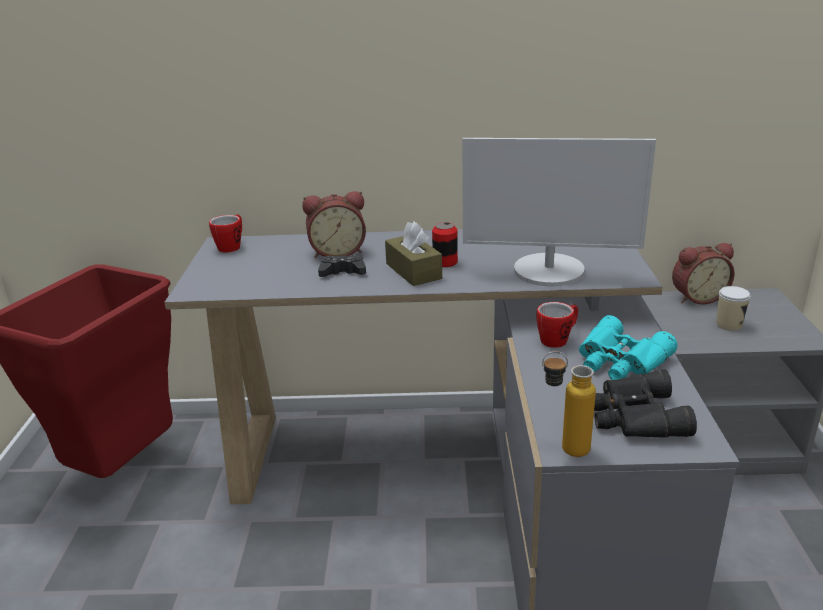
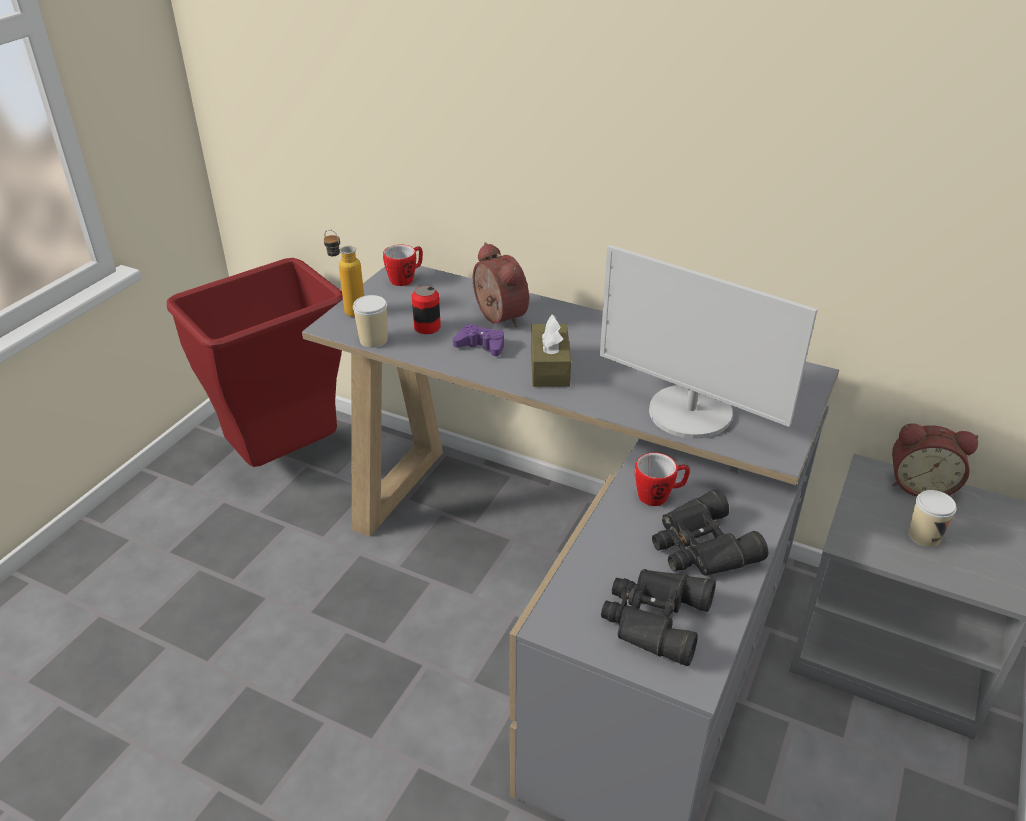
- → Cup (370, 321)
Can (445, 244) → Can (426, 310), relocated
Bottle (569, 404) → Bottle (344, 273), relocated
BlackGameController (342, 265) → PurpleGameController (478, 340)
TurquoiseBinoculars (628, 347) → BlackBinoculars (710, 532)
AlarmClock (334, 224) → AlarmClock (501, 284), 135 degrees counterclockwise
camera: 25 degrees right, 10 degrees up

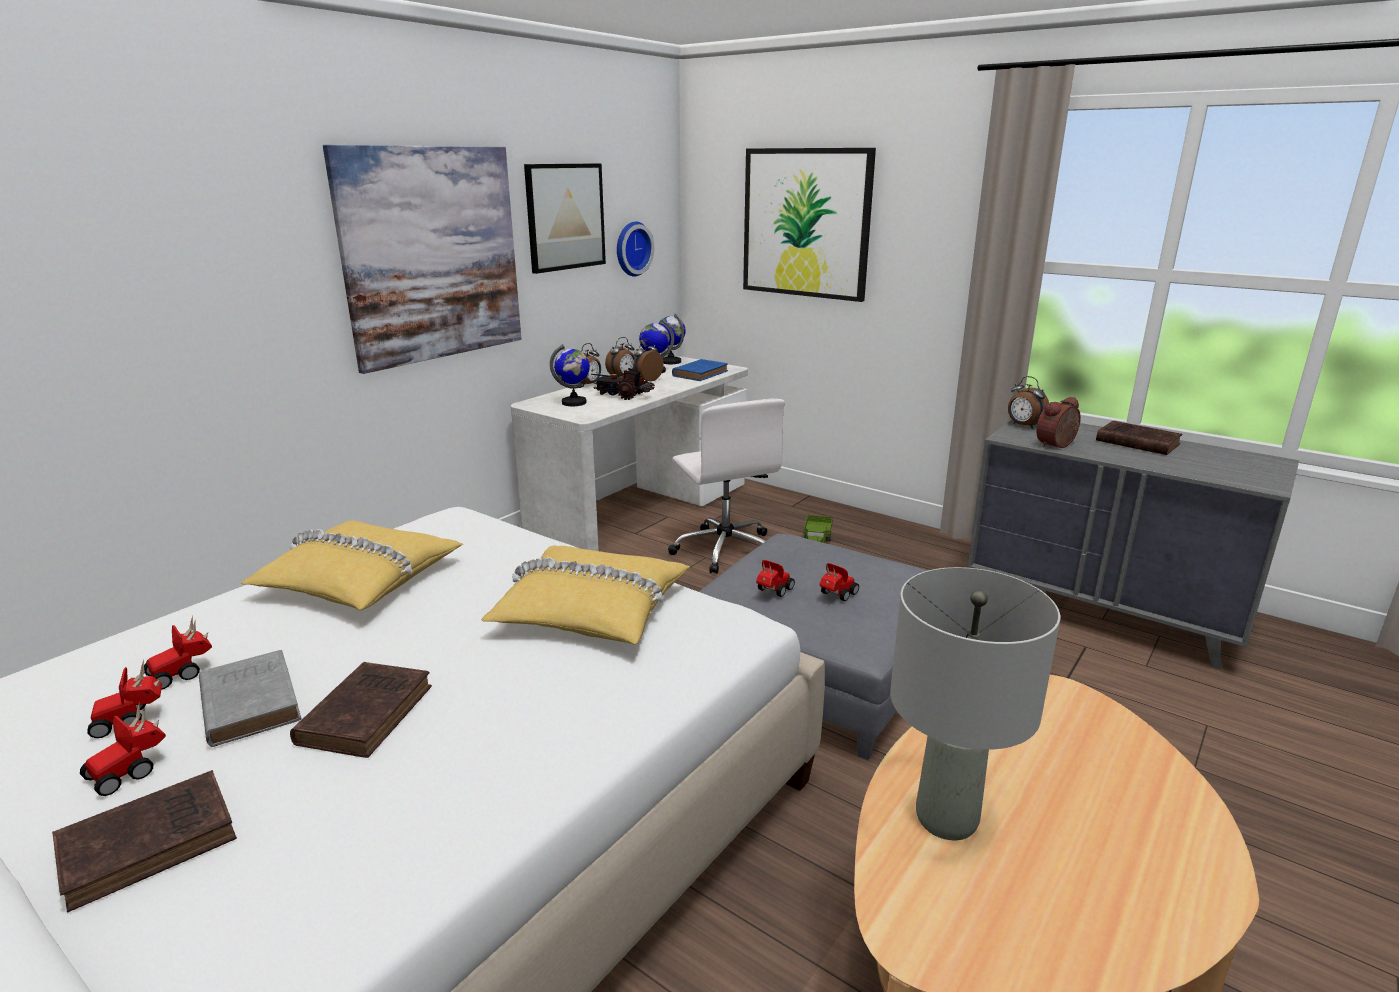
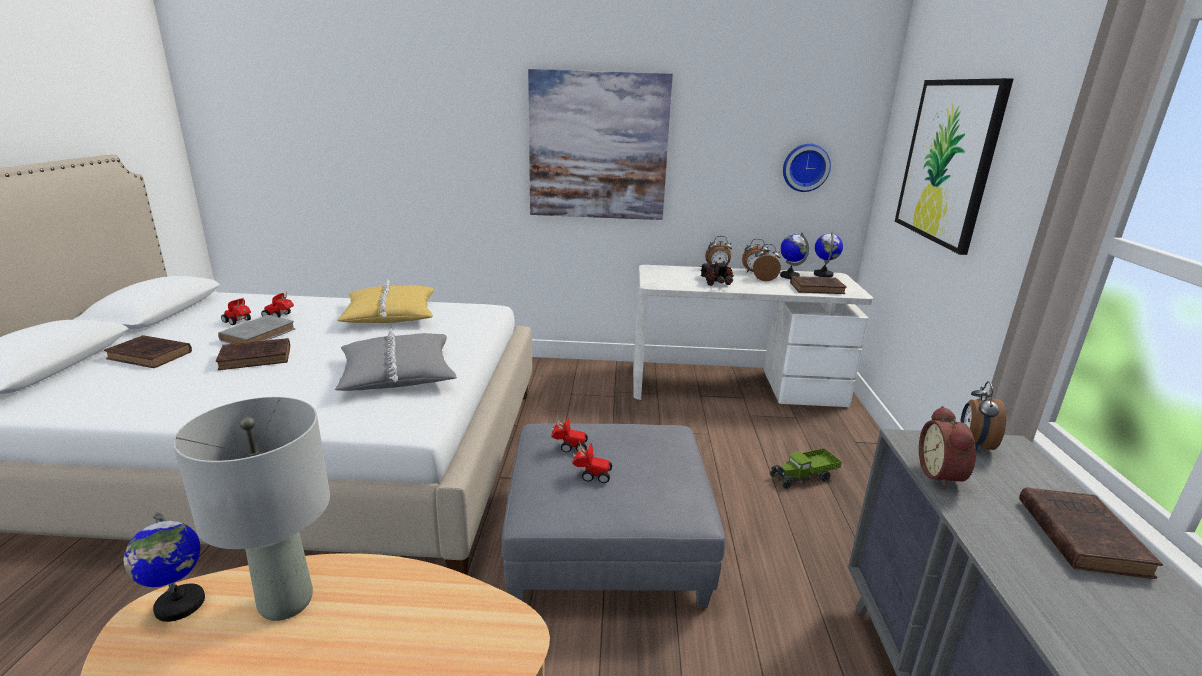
ToyCar (123, 748) → -
Picture (565, 218) → -
WhiteOfficeChair (726, 486) → -
Globe (570, 375) → Globe (164, 567), relocated
YellowPillow (586, 595) → GreyPillow (396, 360)
BlueBook (700, 370) → BrownBook (818, 285)
AlarmClock (1058, 422) → AlarmClock (947, 447), 105 degrees counterclockwise
camera: 55 degrees right, 0 degrees up

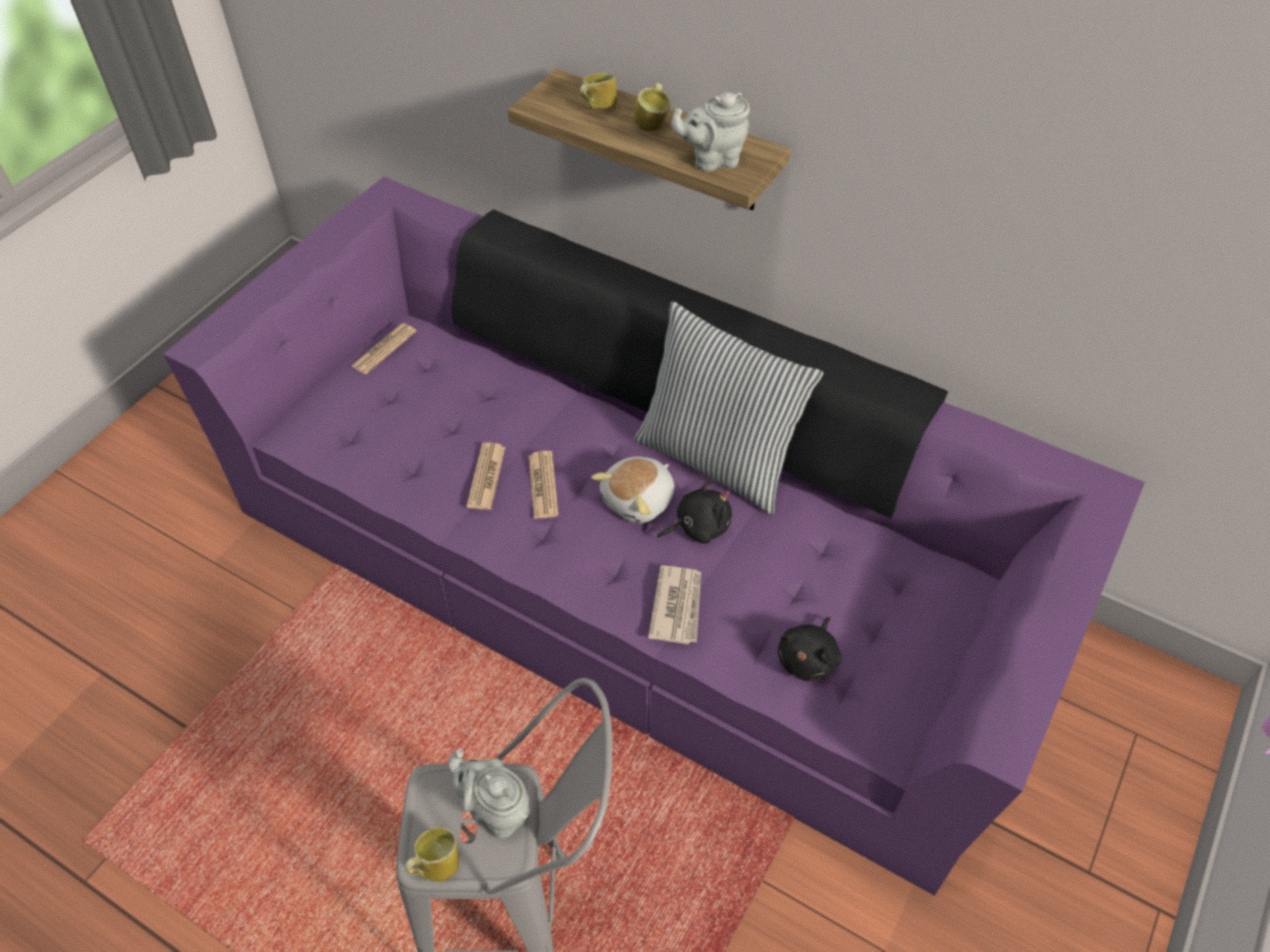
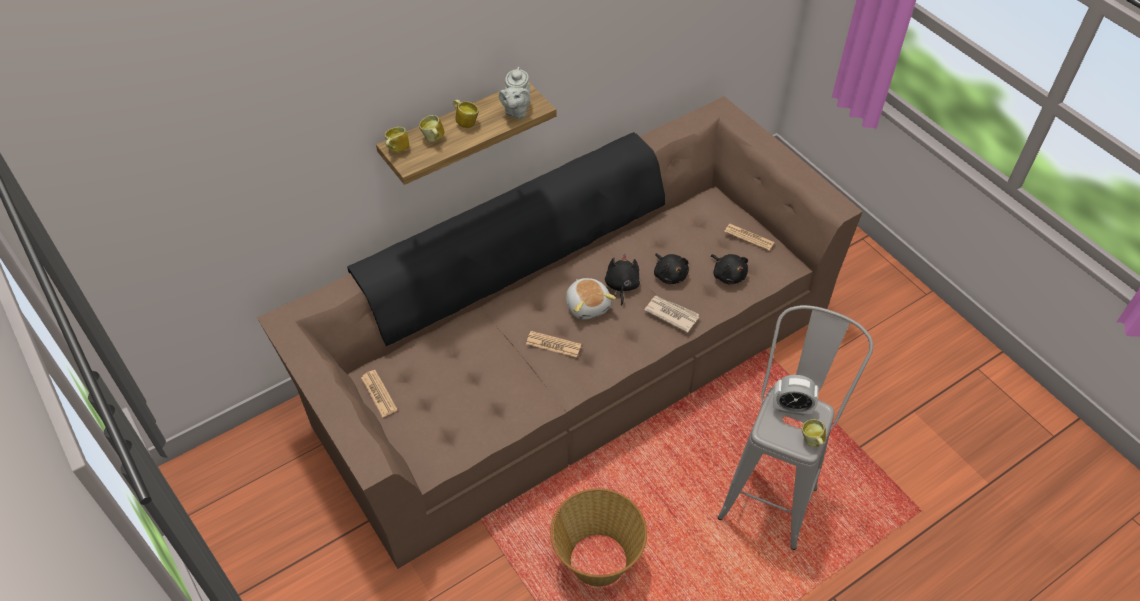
Pillow (728, 408) → -
- → Mug (397, 140)
- → Basket (598, 537)
- → BlackPlushToy (671, 268)
Newspaper (486, 476) → Newspaper (749, 237), relocated
GreyTeapot (489, 794) → AlarmClock (796, 395)
PurpleSofa (654, 536) → BrownSofa (560, 332)
camera: 65 degrees left, 0 degrees up

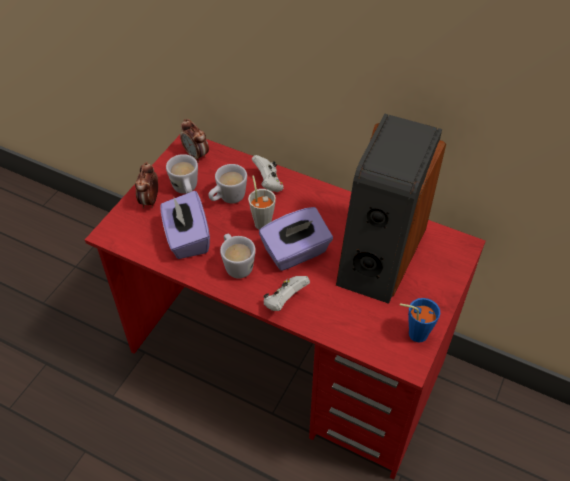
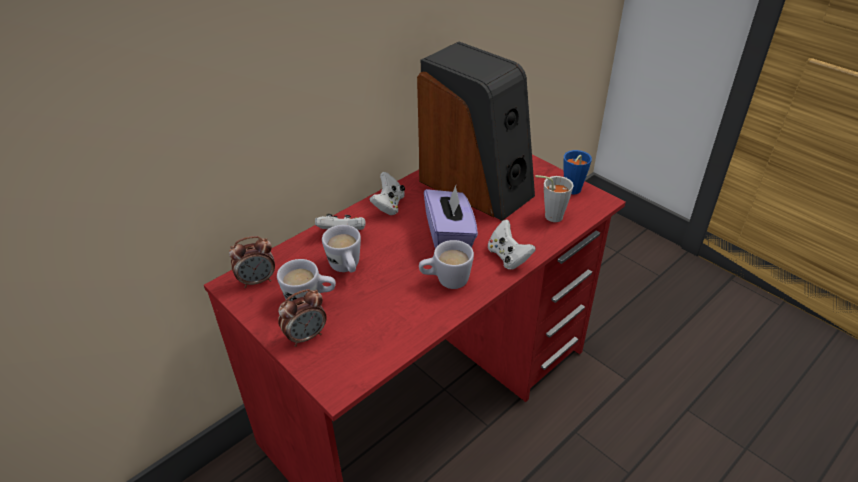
PurpleTissueBox (185, 225) → -
- → WhiteGameController (387, 193)
GreyCup (262, 202) → GreyCup (554, 198), relocated
AlarmClock (146, 185) → AlarmClock (302, 318), 60 degrees counterclockwise
camera: 70 degrees left, 10 degrees down

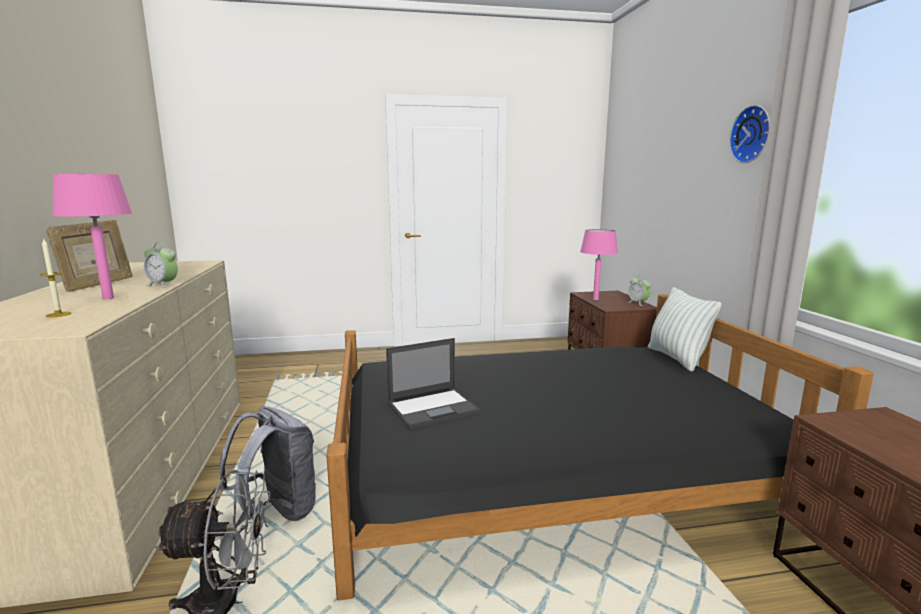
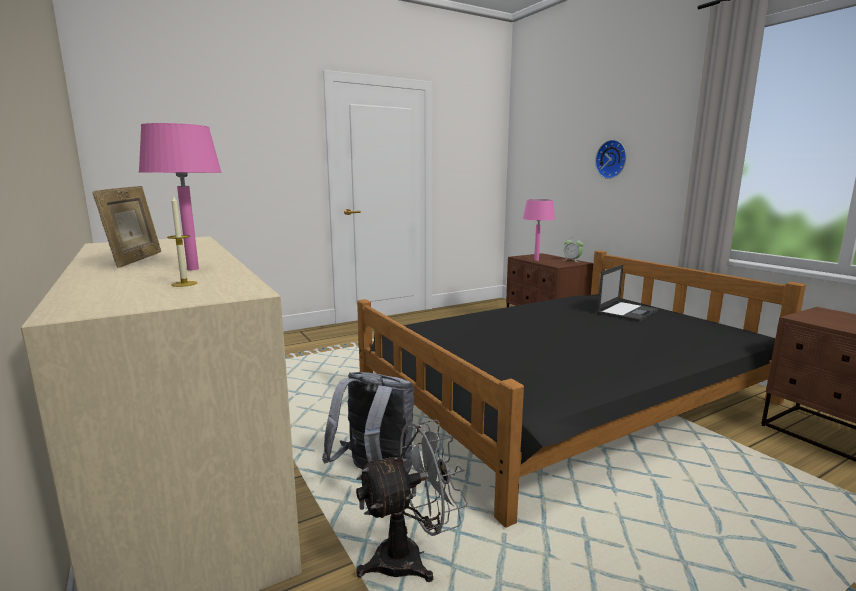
AlarmClock (161, 265) → -
Pillow (685, 329) → -
Laptop (433, 383) → Laptop (628, 293), relocated
WallClock (749, 134) → WallClock (610, 159), relocated
camera: 20 degrees left, 0 degrees up

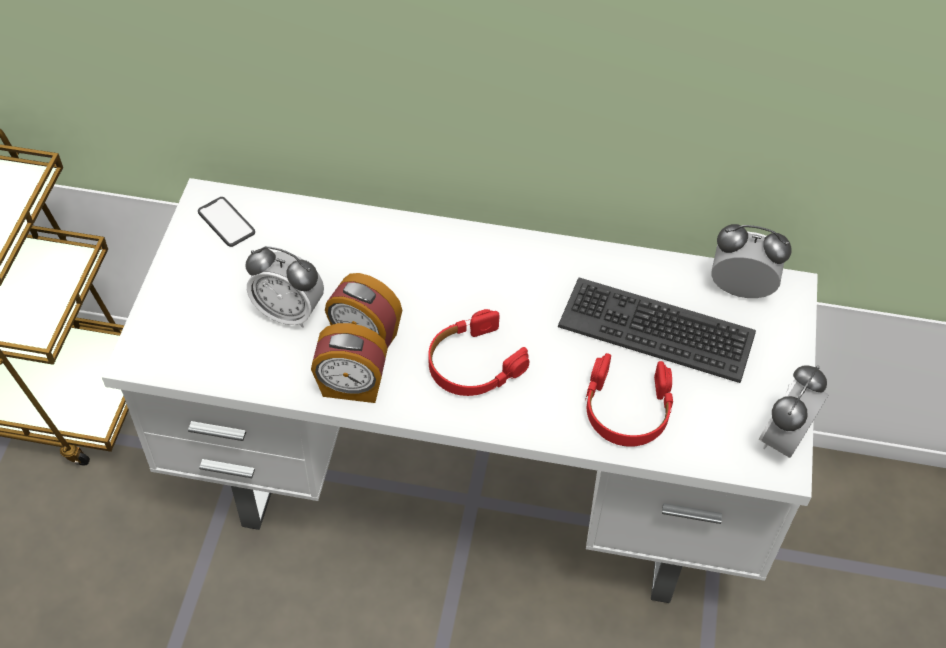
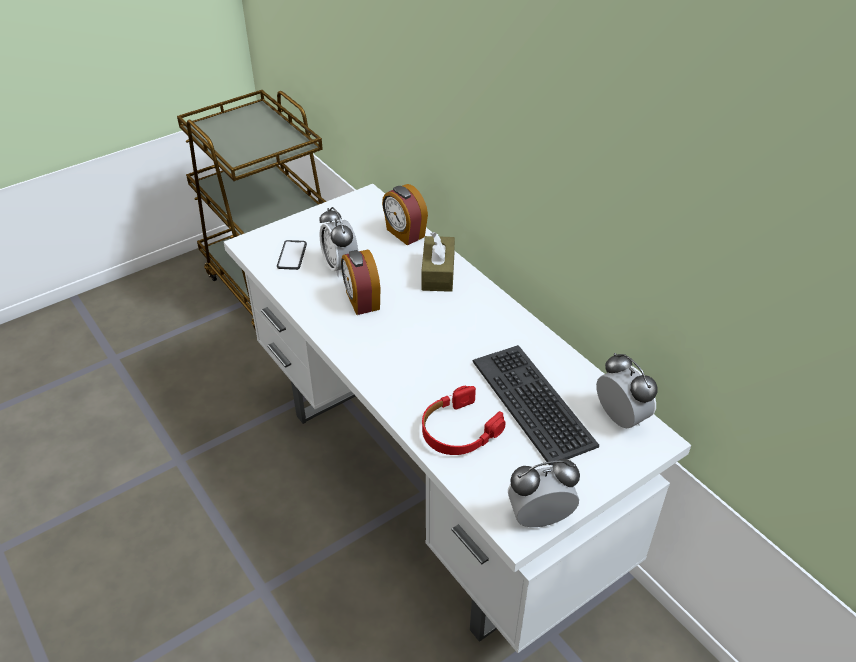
RedHeadphones (479, 352) → -
- → BrownTissueBox (438, 262)
Phone (226, 222) → Phone (292, 255), relocated
AlarmClock (349, 363) → AlarmClock (405, 214), relocated
camera: 45 degrees right, 10 degrees down

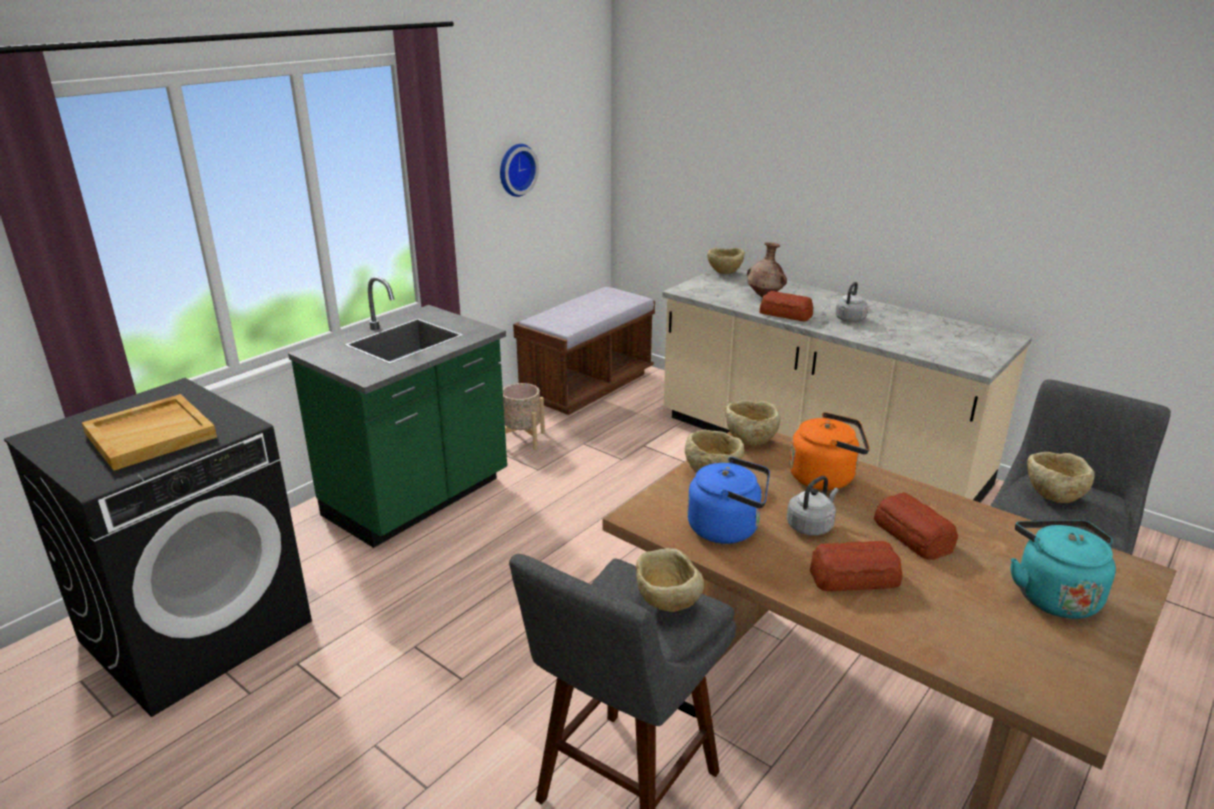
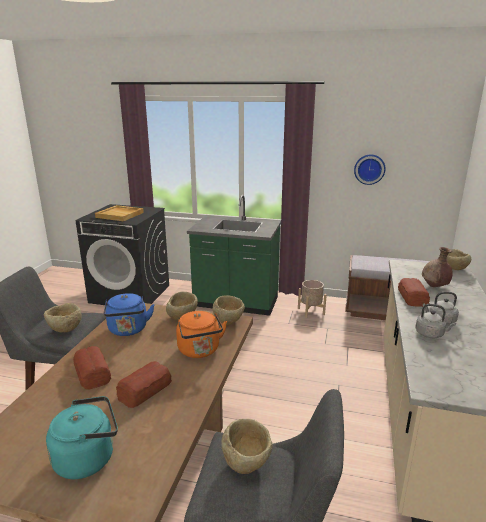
GreyKettle (813, 506) → GreyKettle (435, 321), relocated
camera: 65 degrees right, 5 degrees down

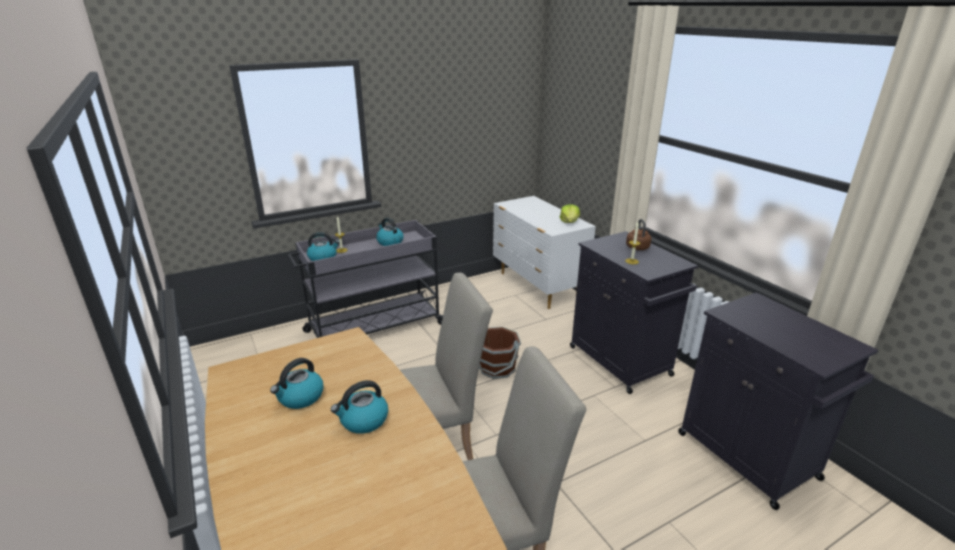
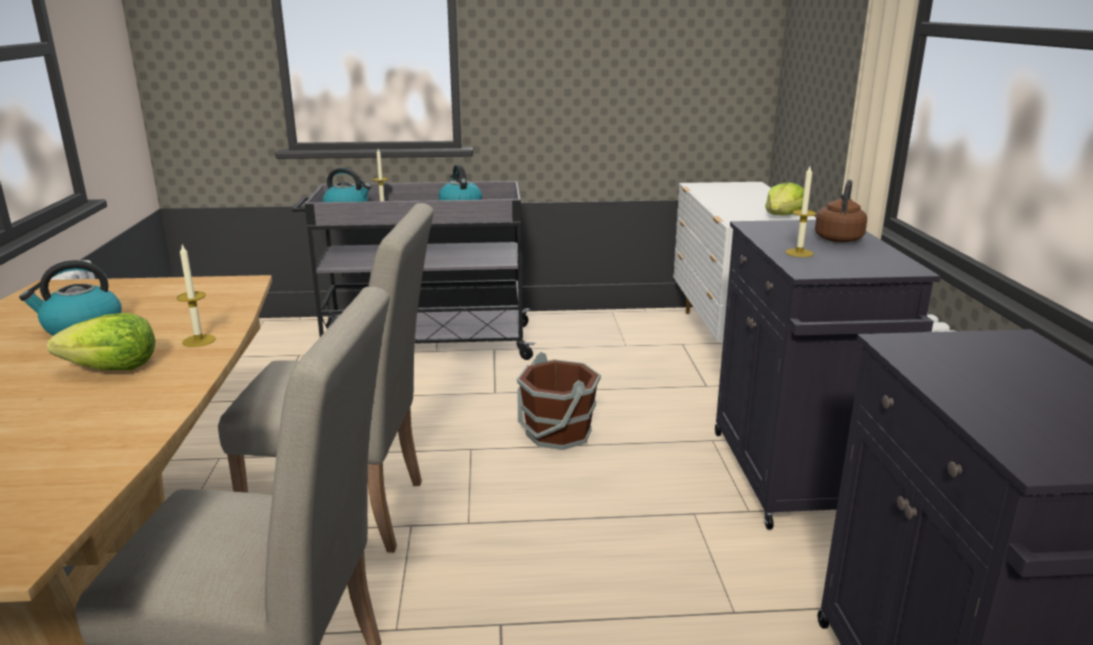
- → Candle (196, 295)
Kettle (359, 407) → Lettuce (101, 341)
camera: 25 degrees right, 5 degrees down

